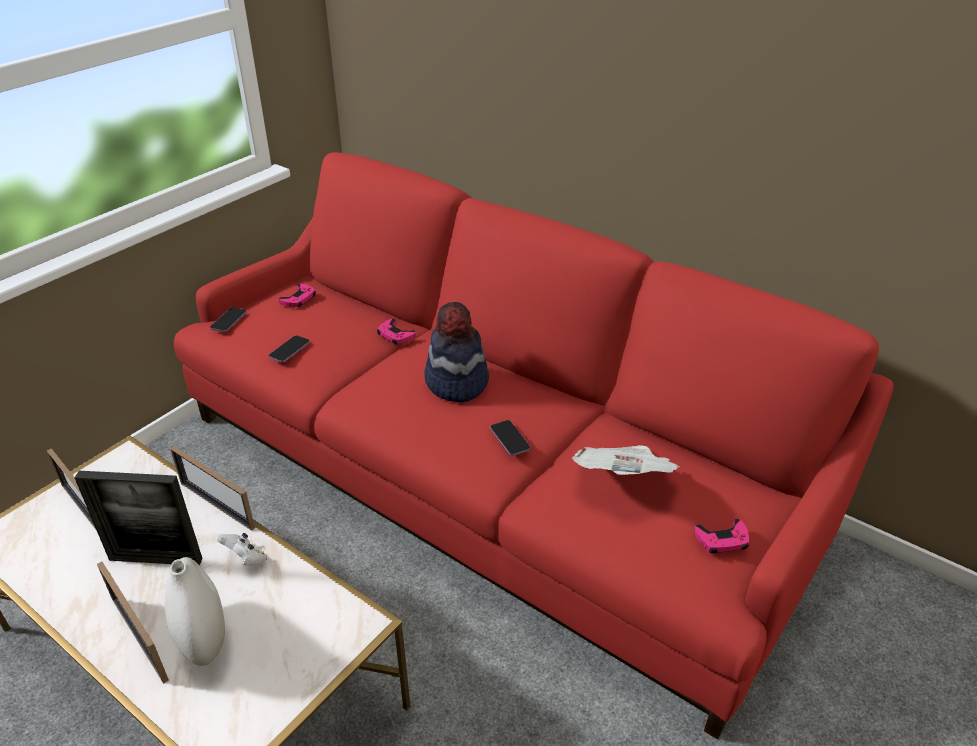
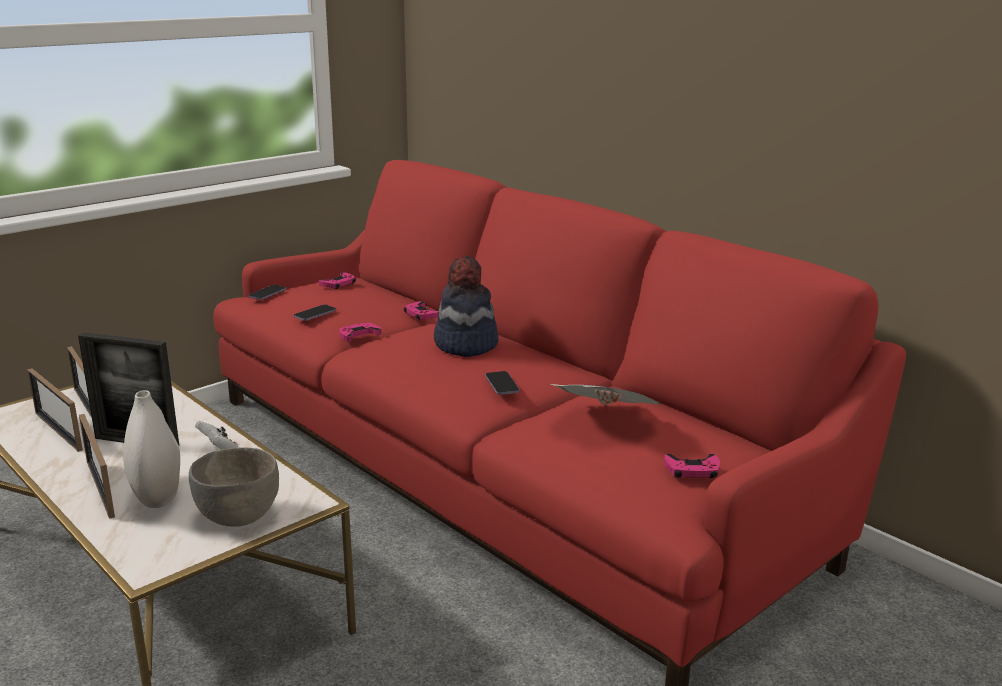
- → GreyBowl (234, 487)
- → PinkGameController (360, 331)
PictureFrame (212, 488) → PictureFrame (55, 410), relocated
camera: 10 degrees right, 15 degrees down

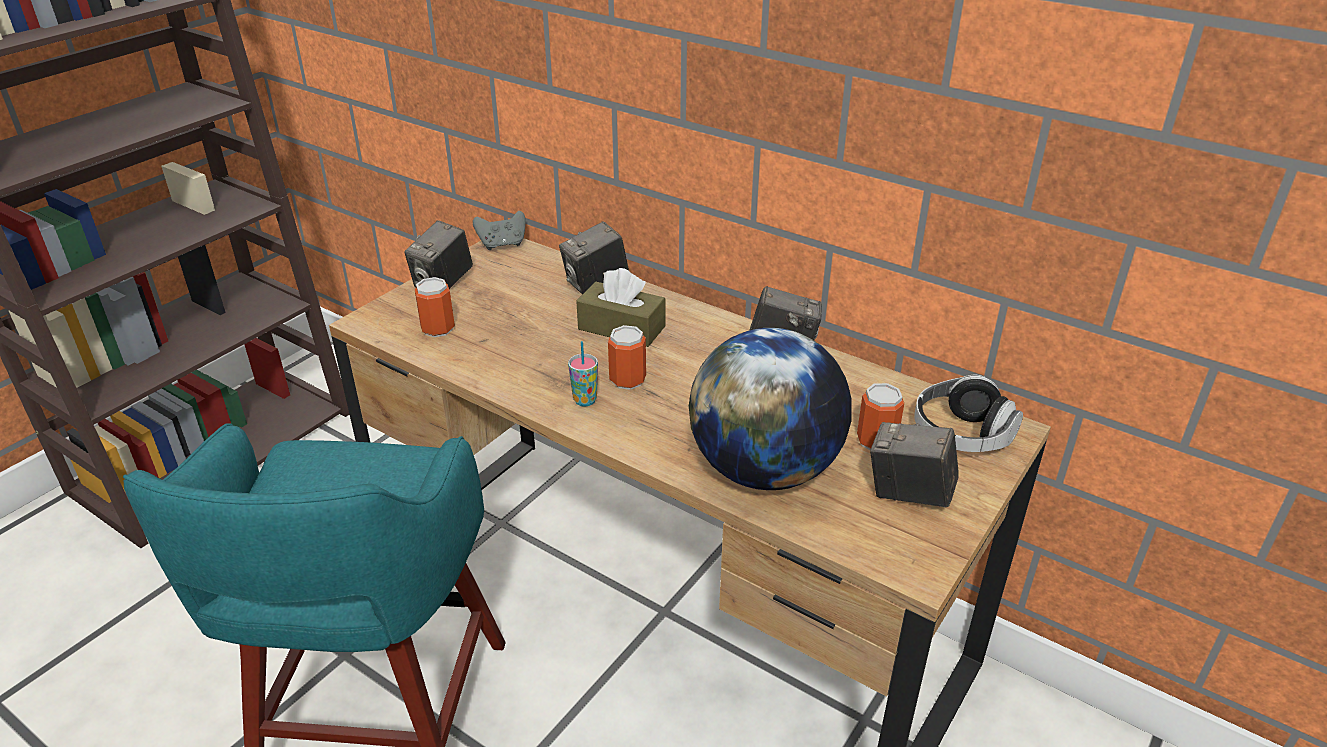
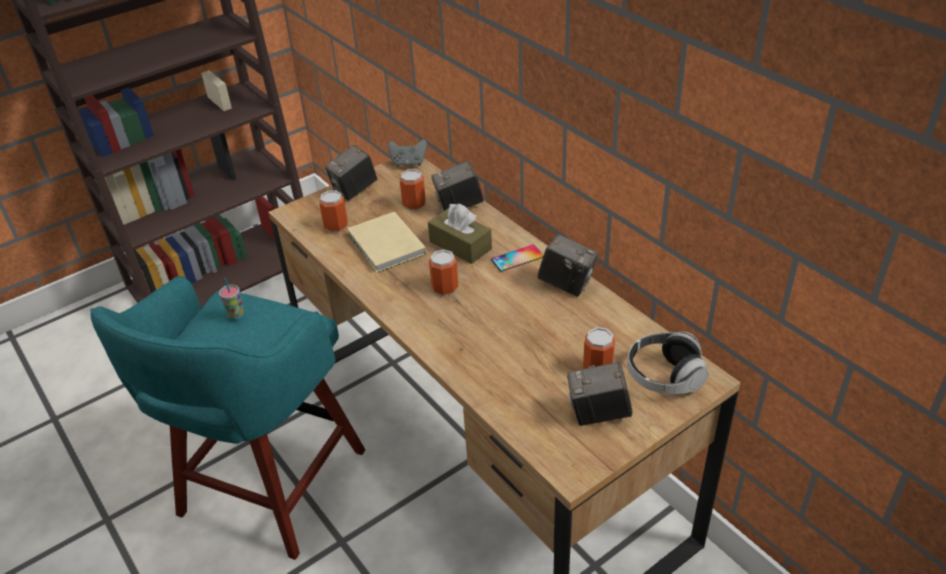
Globe (770, 409) → -
- → BeigeBook (386, 242)
- → Can (413, 189)
- → Phone (517, 258)
Cup (583, 373) → Cup (231, 299), relocated
PhotoCamera (914, 465) → PhotoCamera (599, 394), 45 degrees counterclockwise
camera: 20 degrees right, 5 degrees up

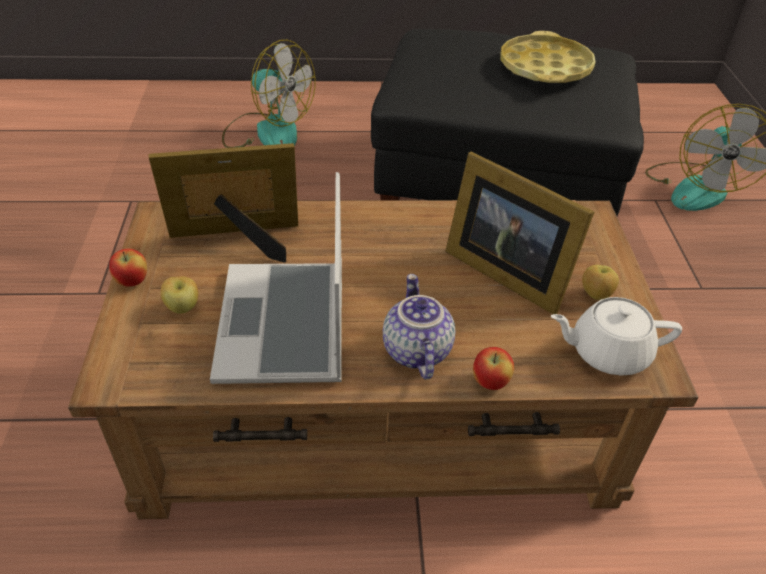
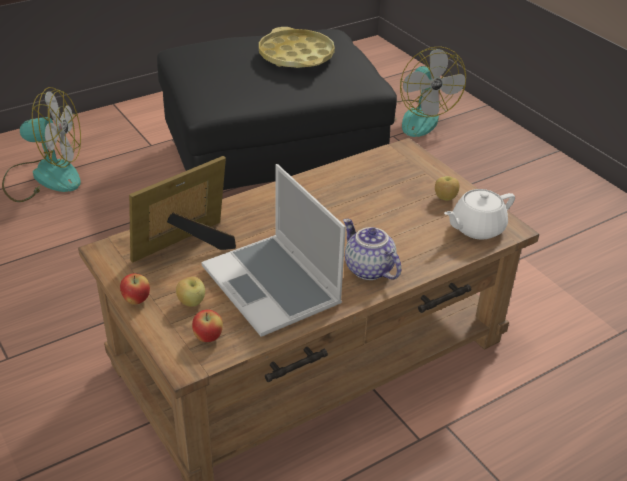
PictureFrame (519, 232) → -
Apple (493, 368) → Apple (207, 325), relocated
camera: 30 degrees left, 5 degrees down

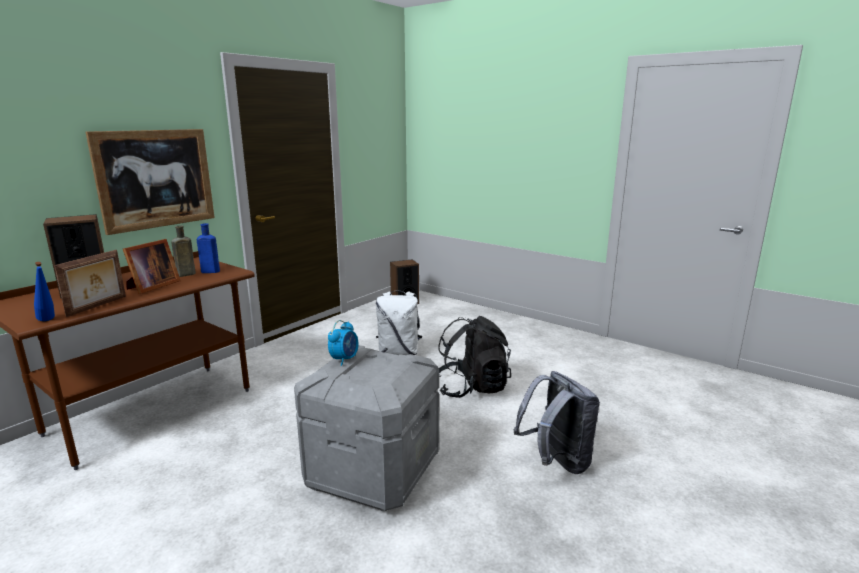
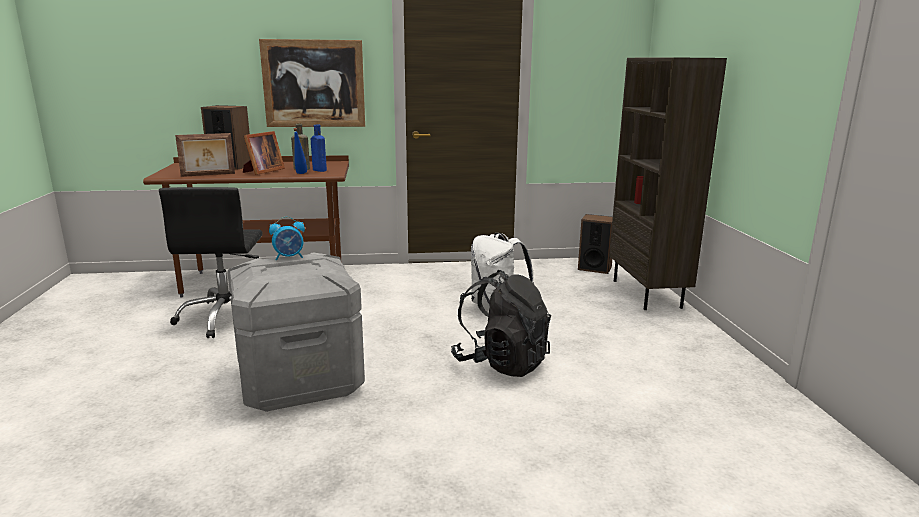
GreyBackpack (557, 422) → -
- → BlackOfficeChair (210, 262)
- → BrownBookcase (668, 183)
BlueBottle (44, 291) → BlueBottle (300, 151), relocated
PictureFrame (152, 266) → PictureFrame (264, 153), 45 degrees counterclockwise
camera: 45 degrees right, 0 degrees up

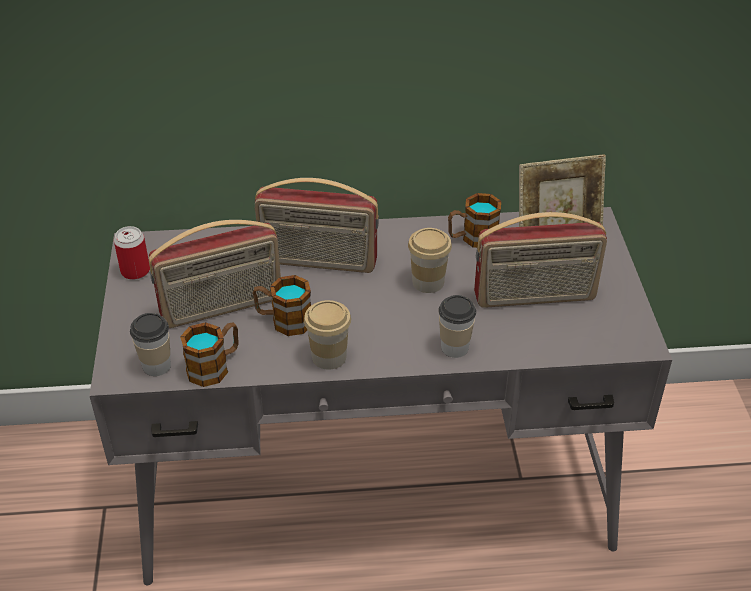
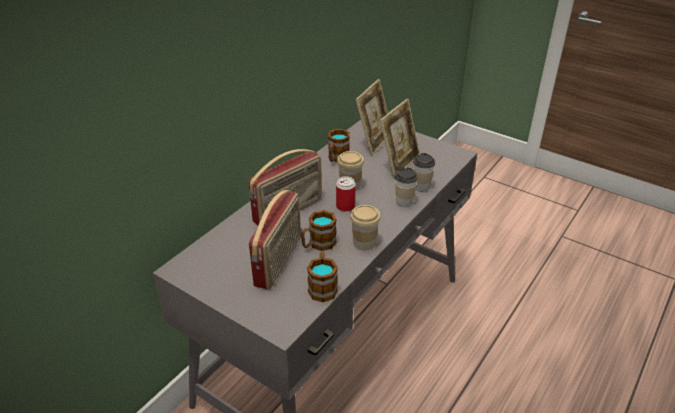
Can (132, 253) → Can (346, 194), relocated
Cup (150, 344) → Cup (424, 172), relocated
Radio (540, 260) → PictureFrame (400, 139)
camera: 50 degrees left, 5 degrees down

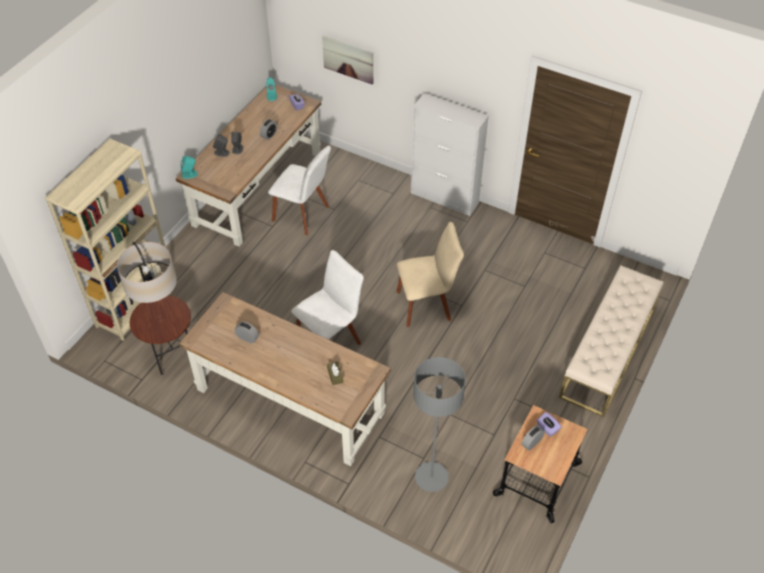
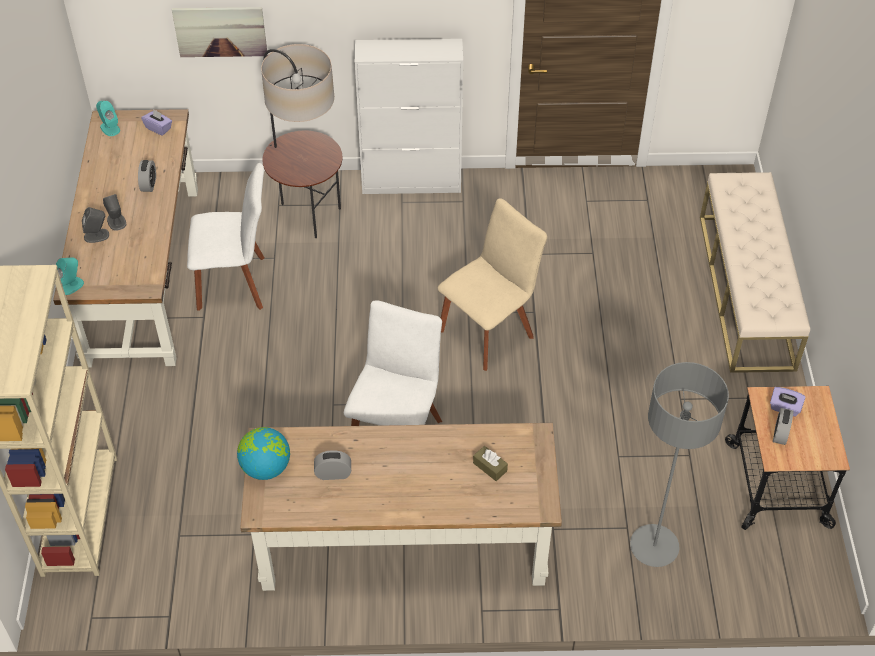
- → Globe (263, 453)
FloorLamp (154, 308) → FloorLamp (301, 141), relocated
camera: 30 degrees left, 0 degrees up

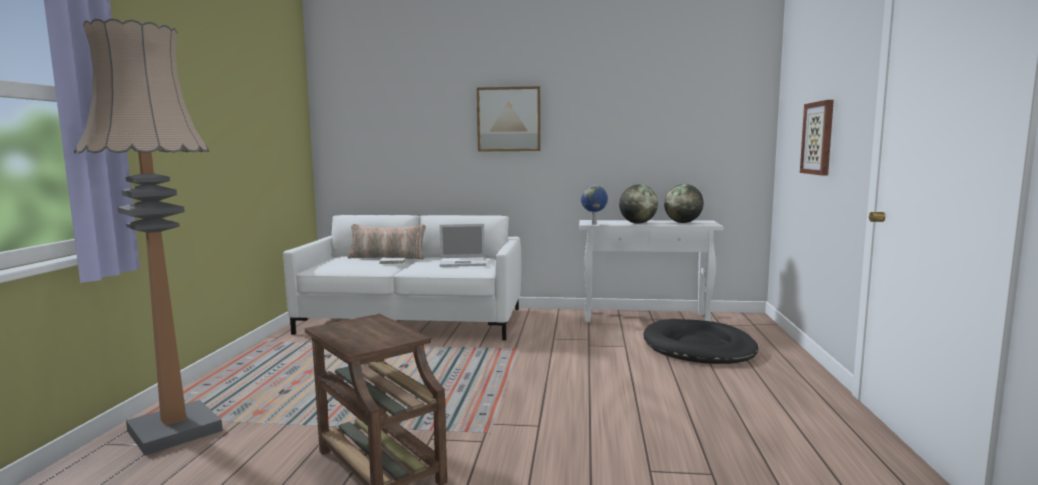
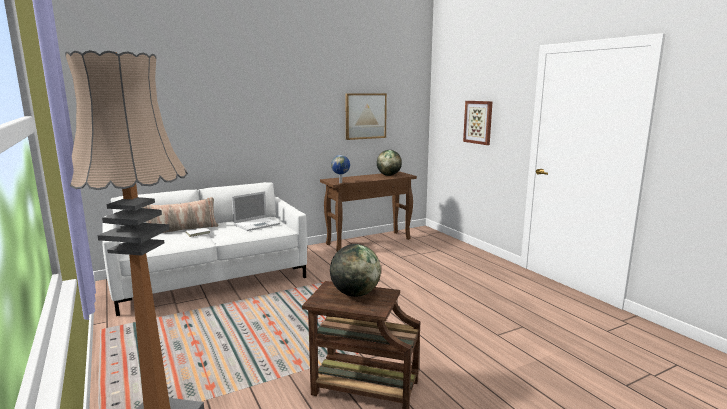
BlackDogBed (701, 341) → -
Picture (509, 118) → Picture (366, 116), relocated
Globe (638, 204) → Globe (355, 270), relocated
WhiteConsoleTable (651, 271) → BrownConsoleTable (368, 212)
camera: 35 degrees left, 5 degrees up

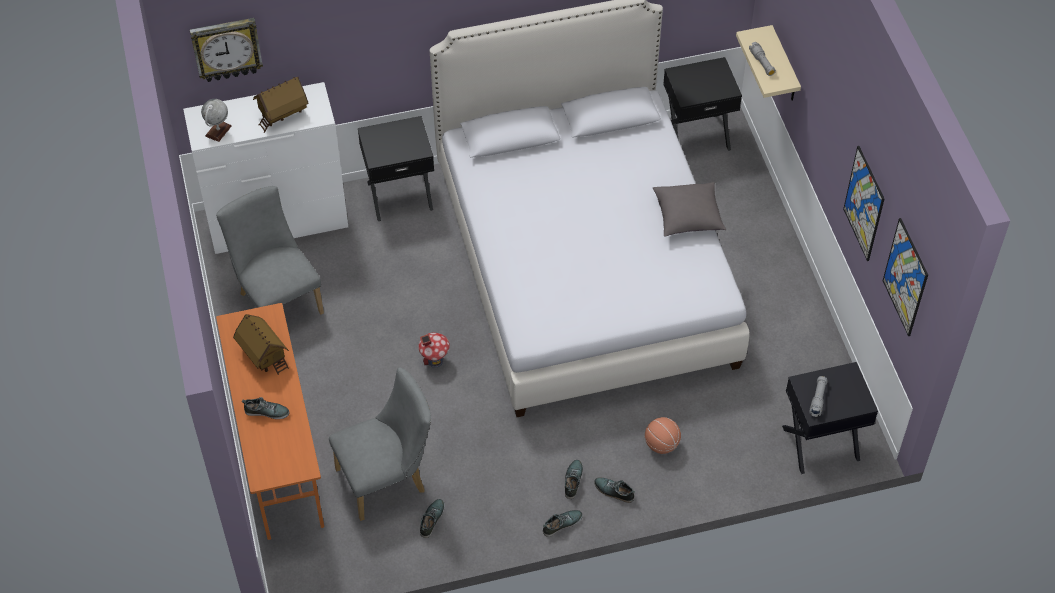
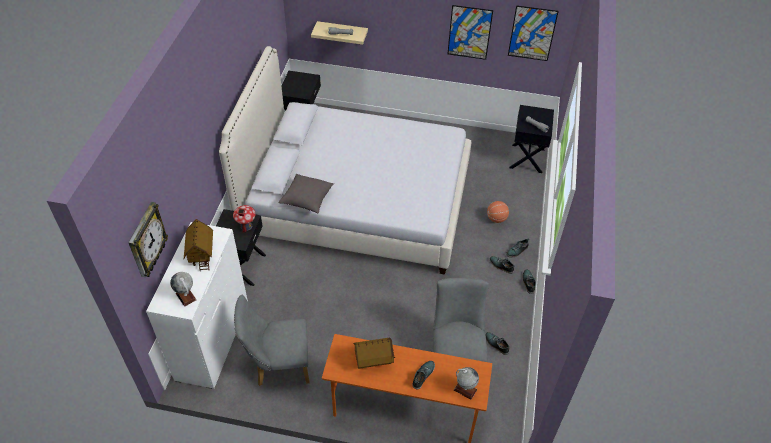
- → Globe (466, 383)
ToyHouse (434, 350) → ToyHouse (244, 219), relocated
GreyPillow (689, 209) → GreyPillow (306, 193), relocated
camera: 65 degrees left, 5 degrees down

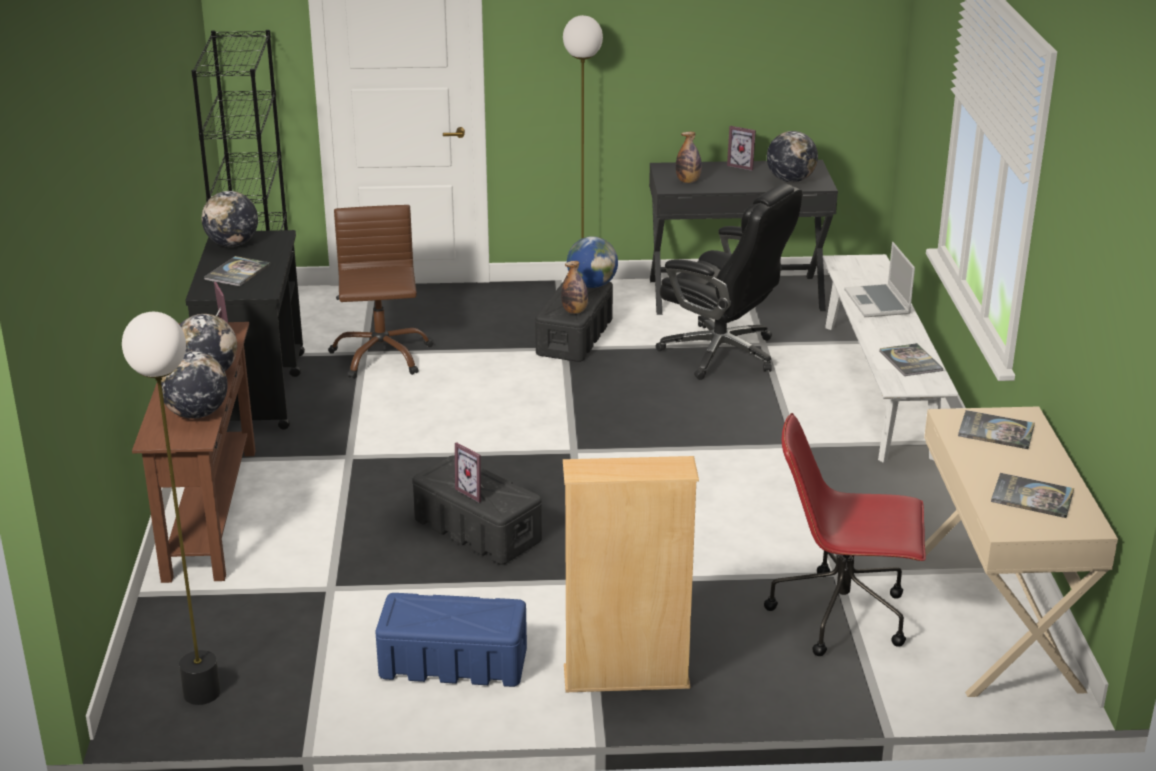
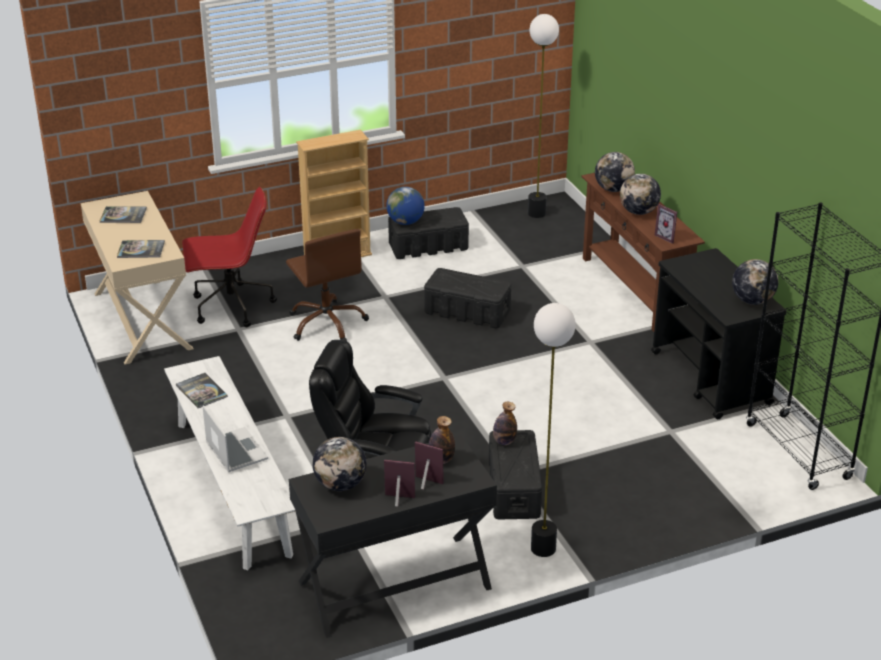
Book (237, 271) → -
BrownOfficeChair (380, 292) → BrownOfficeChair (327, 285), relocated
PictureFrame (469, 472) → PictureFrame (429, 465), relocated
Globe (592, 262) → Globe (405, 206), relocated
BlueStorageBox (451, 640) → BlackStorageBox (428, 233)
camera: 160 degrees right, 5 degrees up

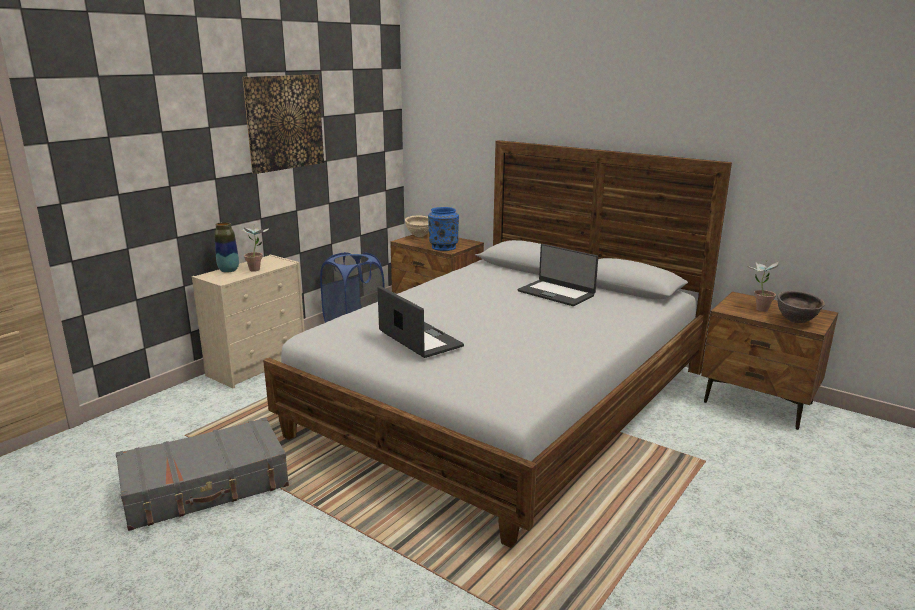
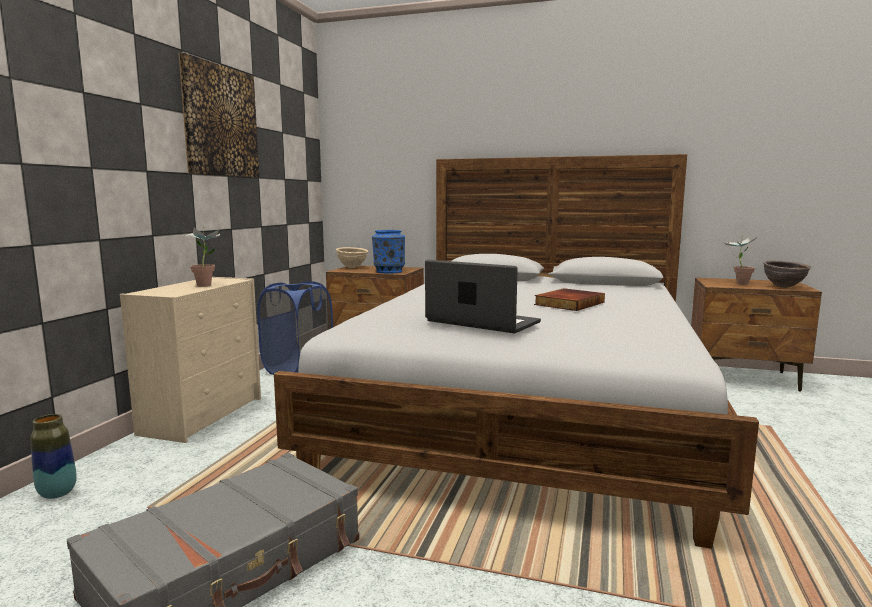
Laptop (557, 275) → -
- → Book (569, 299)
Vase (226, 247) → Vase (53, 456), relocated
camera: 20 degrees left, 10 degrees down

